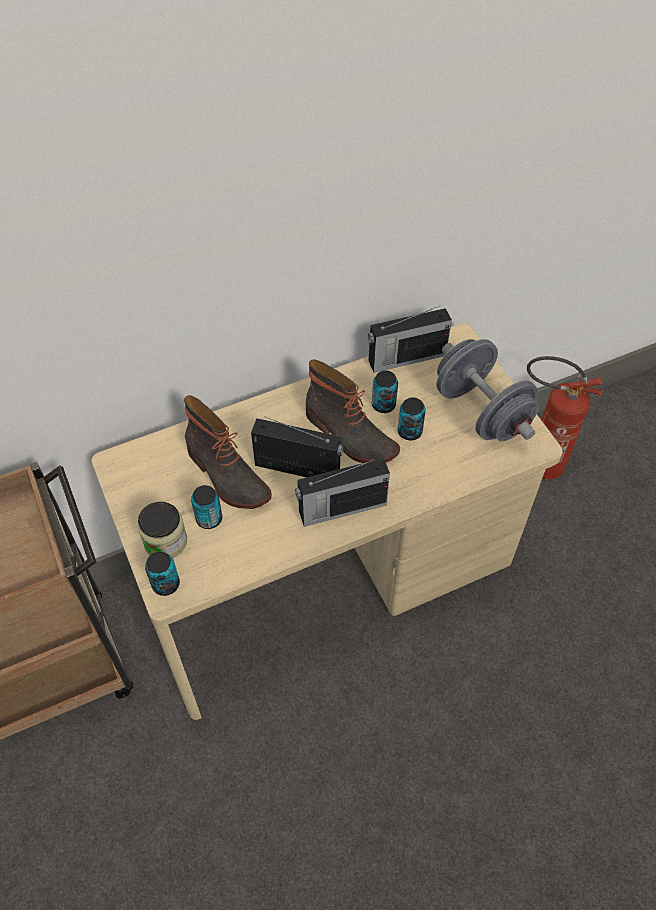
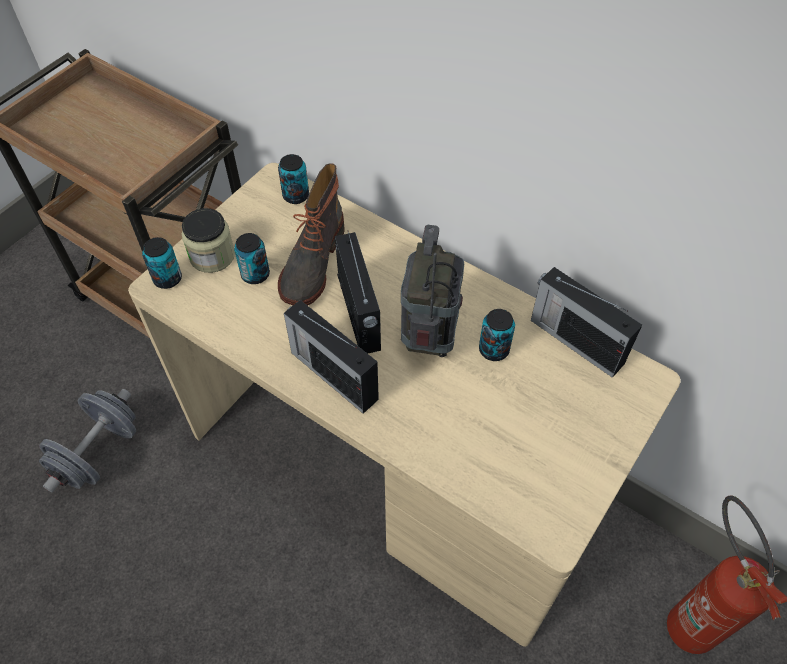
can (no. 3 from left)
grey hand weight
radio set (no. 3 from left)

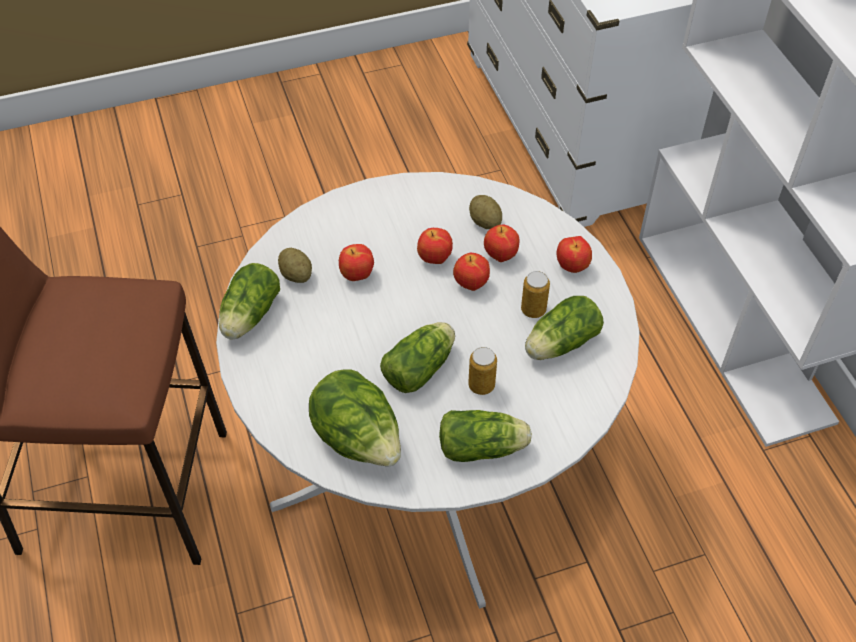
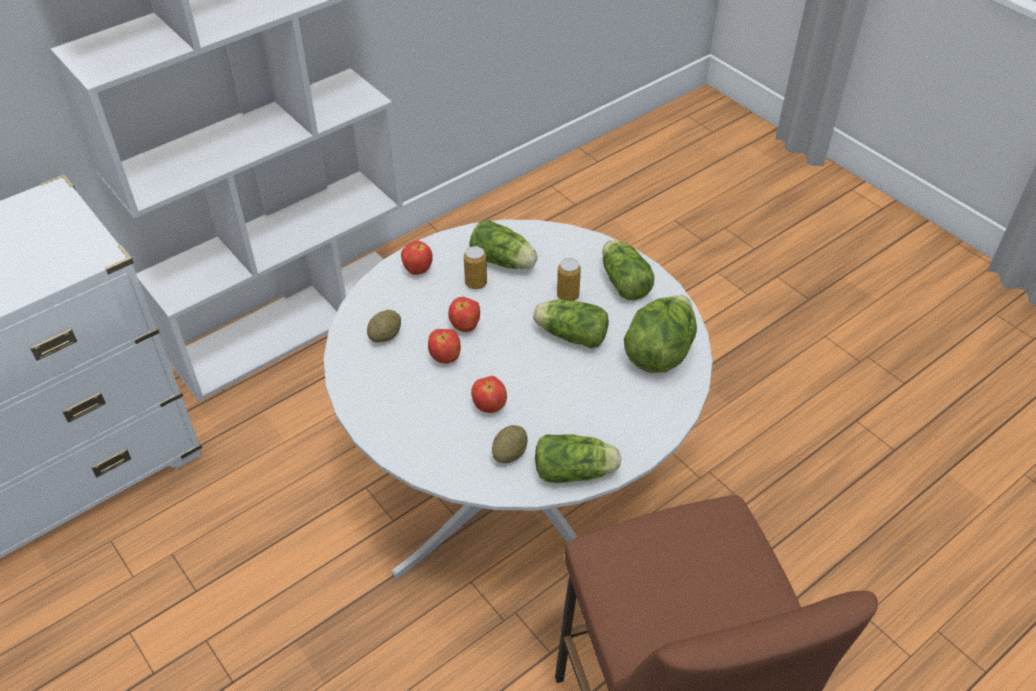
apple fruit (no. 4 from left in the first image)

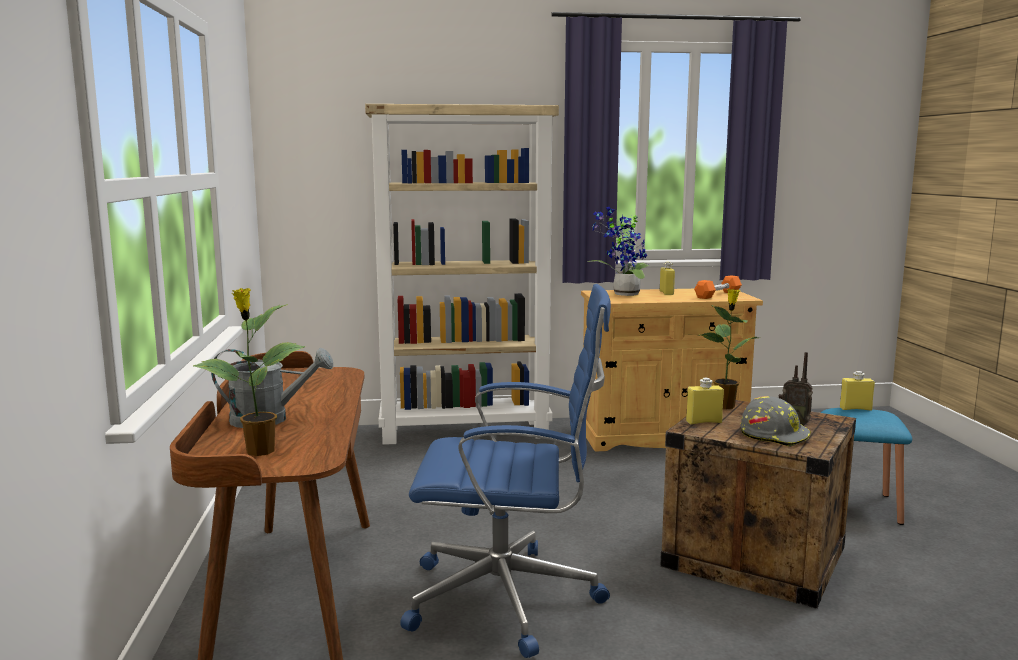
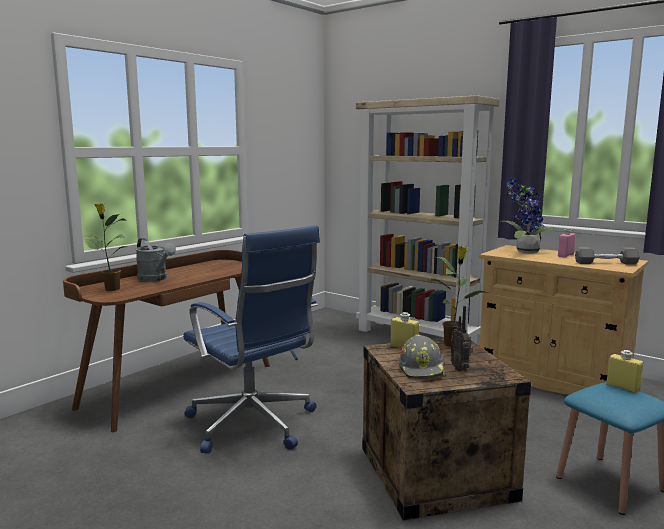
pink drink bottle
grey hand weight

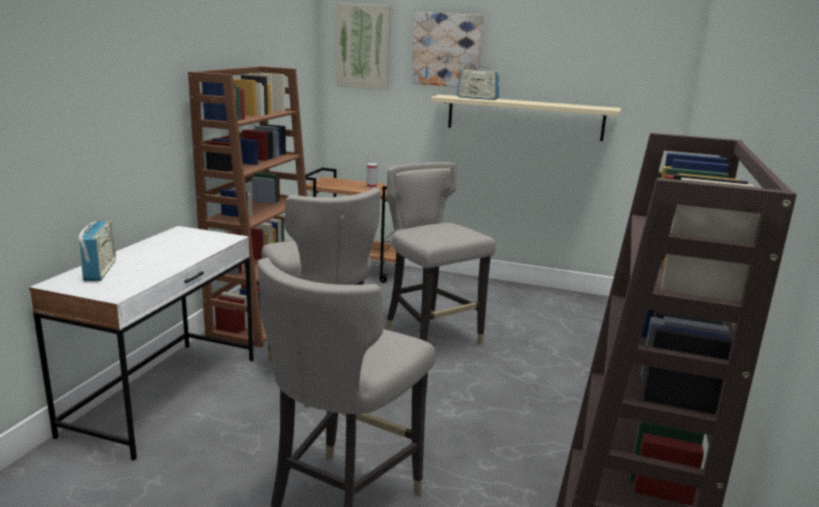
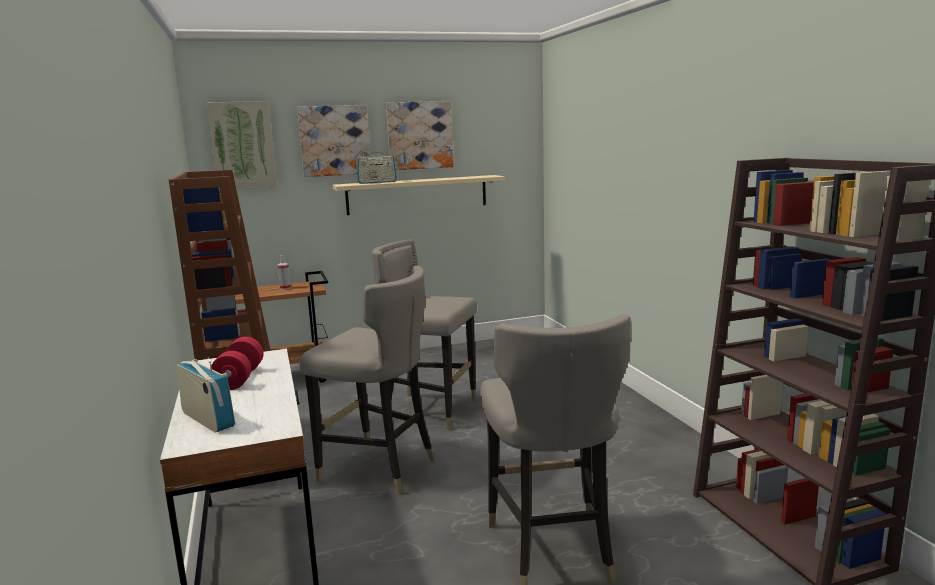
red hand weight
wall picture (no. 3 from left)

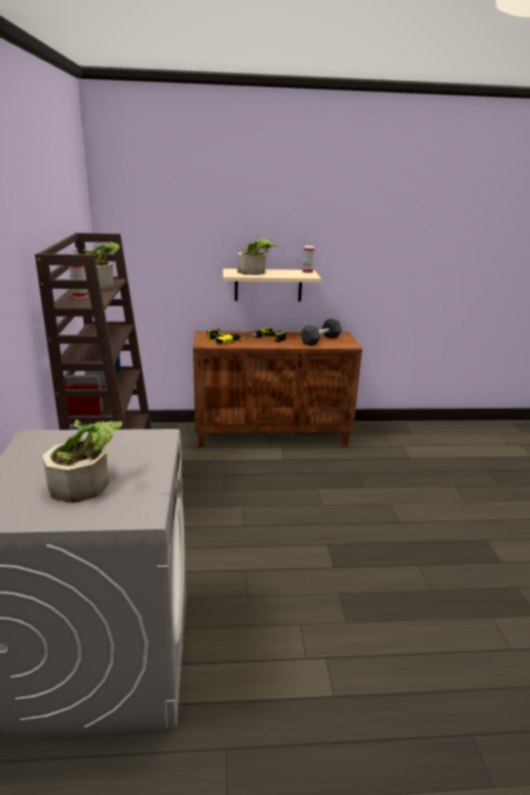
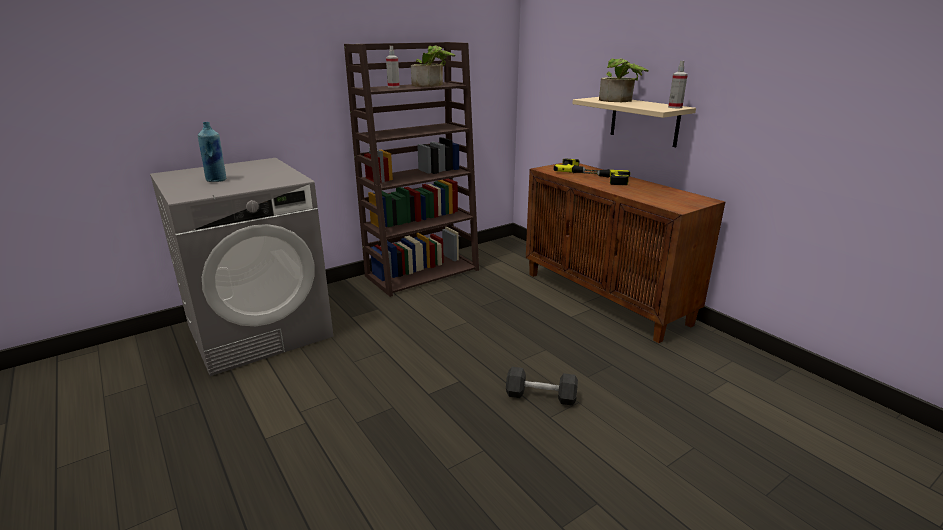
black-coloured hand weight
blue drink bottle

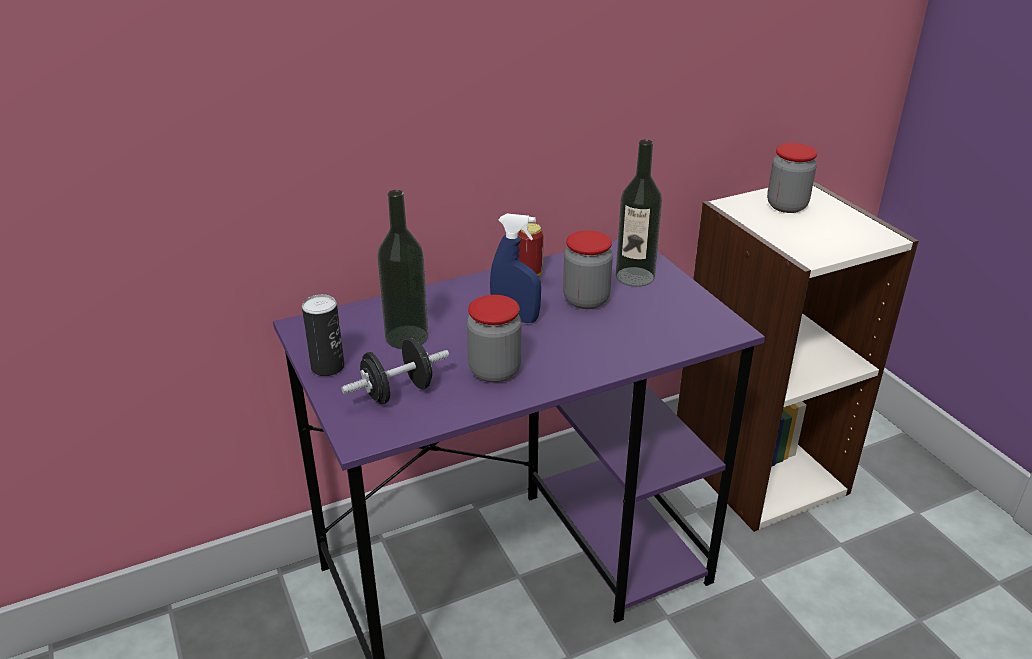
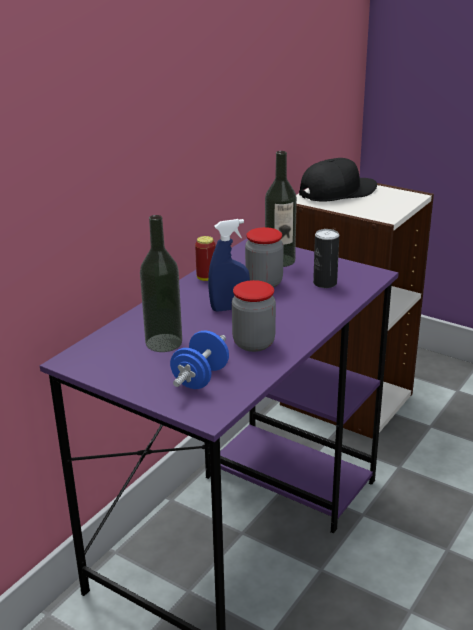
can (no. 2 from left)
black-coloured peaked cap
blue hand weight

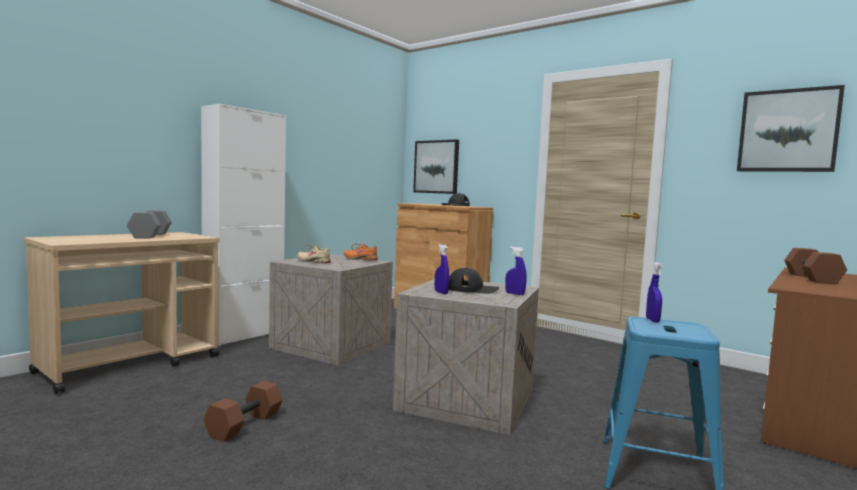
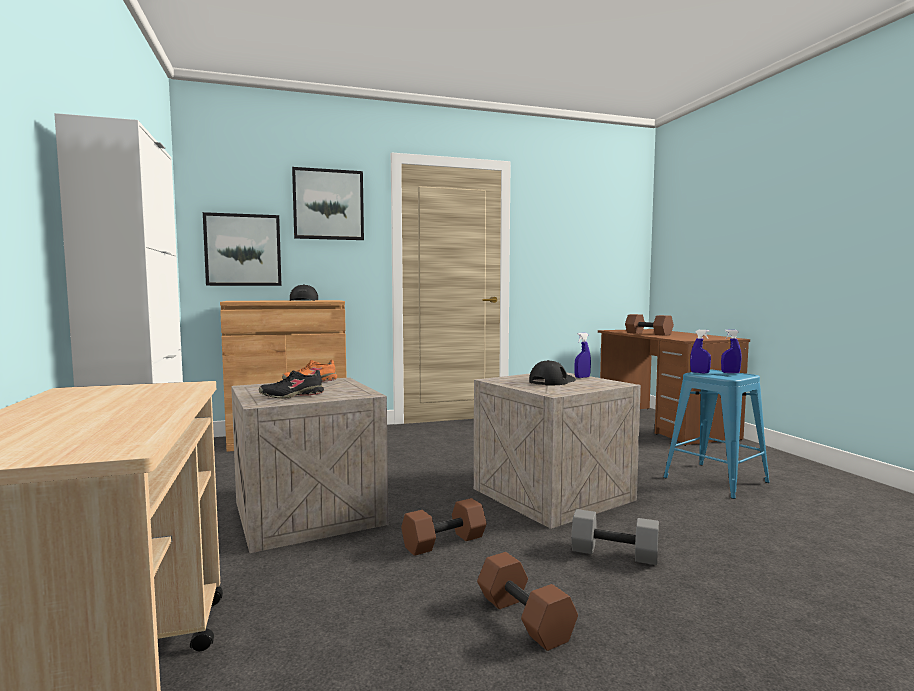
brown-coloured hand weight (no. 1 from left)
grey hand weight
blue spray bottle (no. 3 from left)
wall picture (no. 2 from left)
black-coloured item of footwear

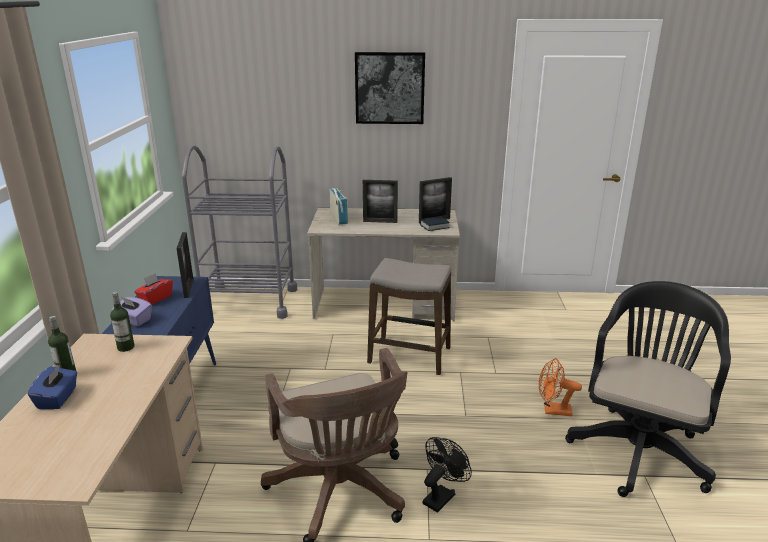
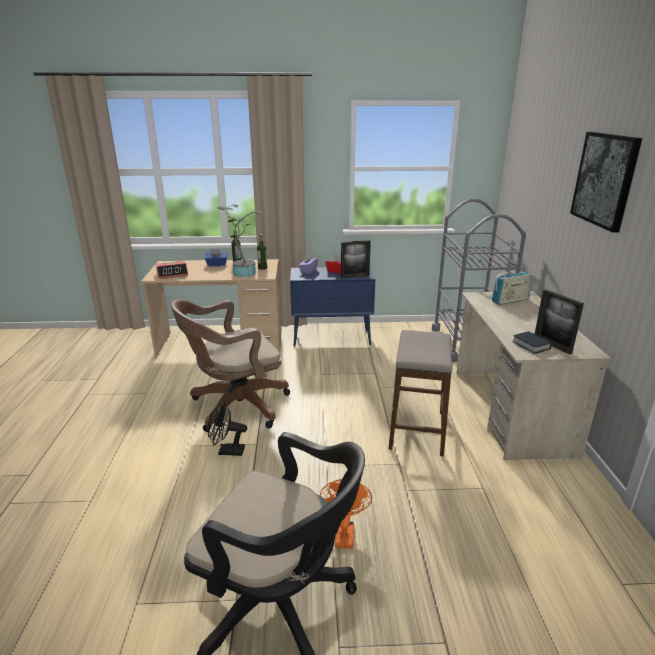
standing frame (no. 2 from left in the first image)
table clock
plant in a pot
black-coloured electric fan

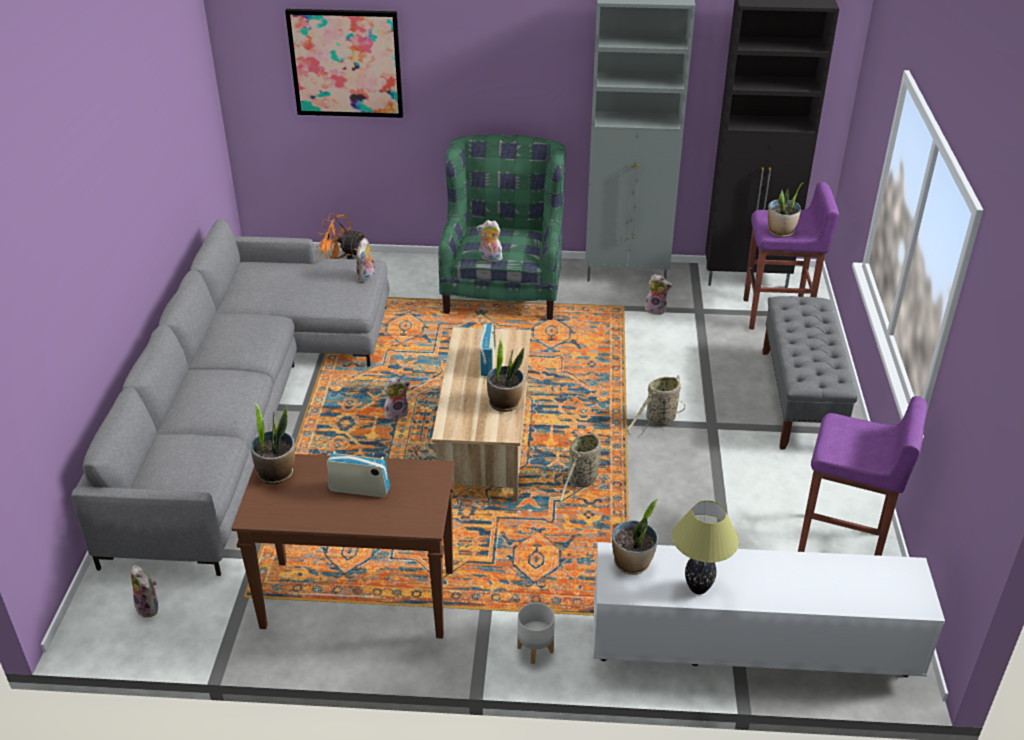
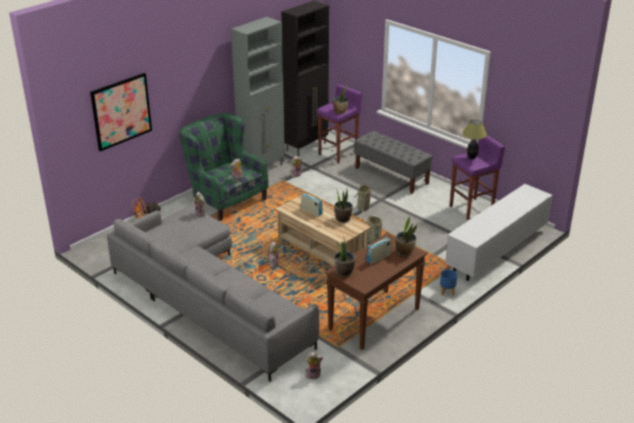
plant in a pot (no. 4 from left)
lamp for a table
blue plant pot

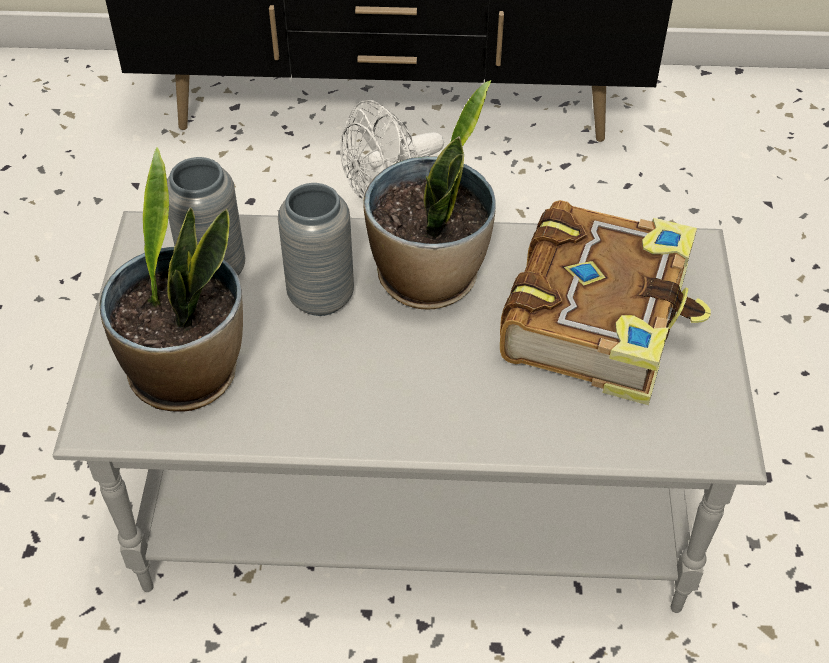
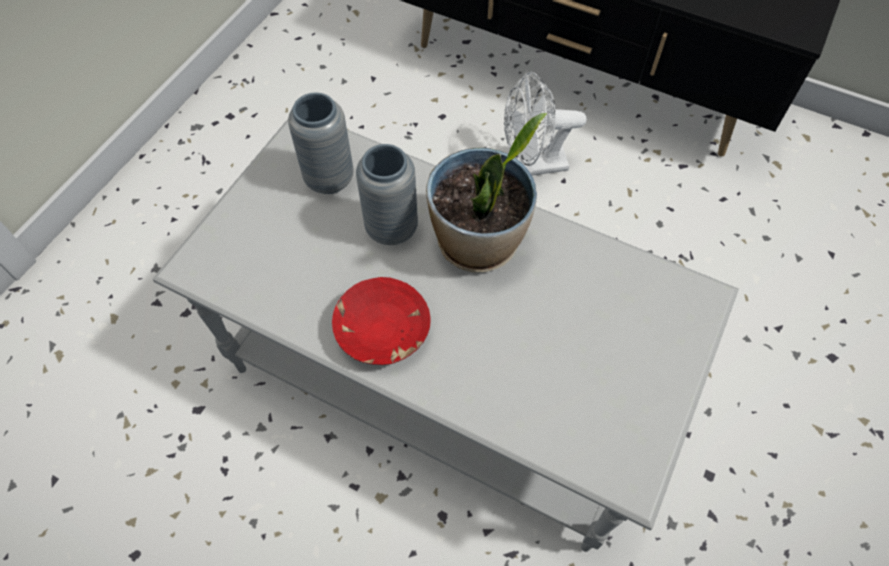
plant in a pot (no. 1 from left in the first image)
book
red bowl

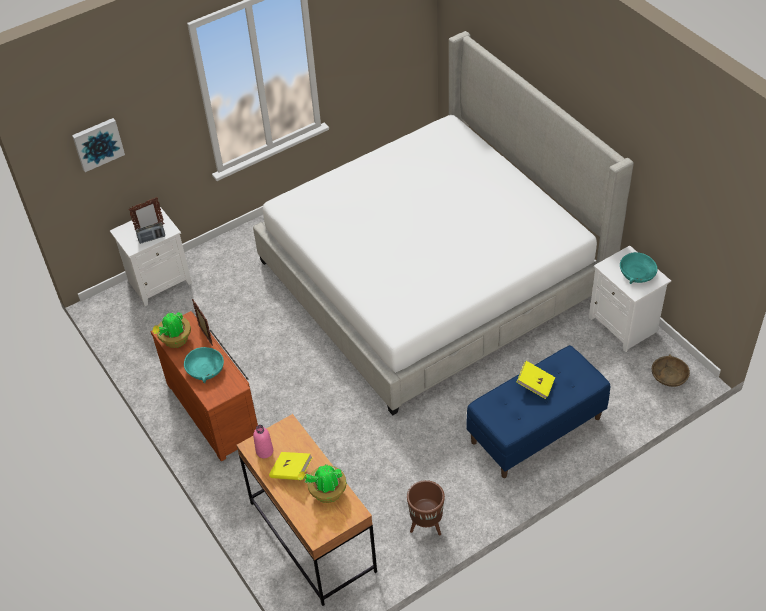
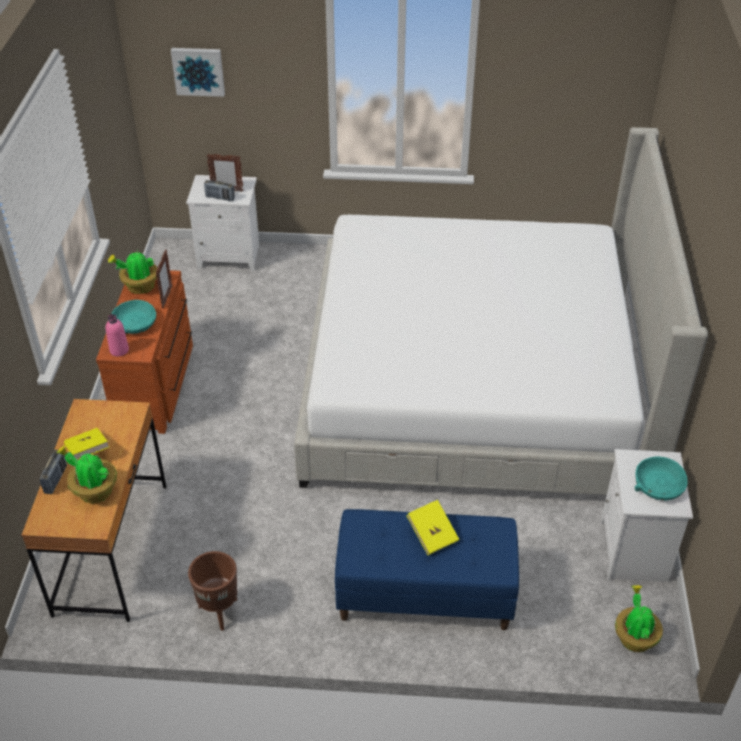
radio set (no. 1 from left)
pink drink bottle
plant in a pot (no. 3 from left)

